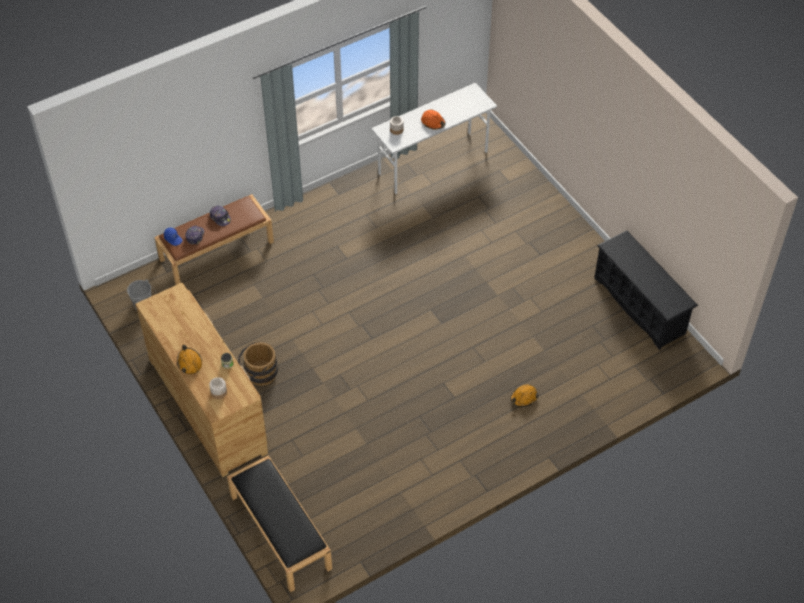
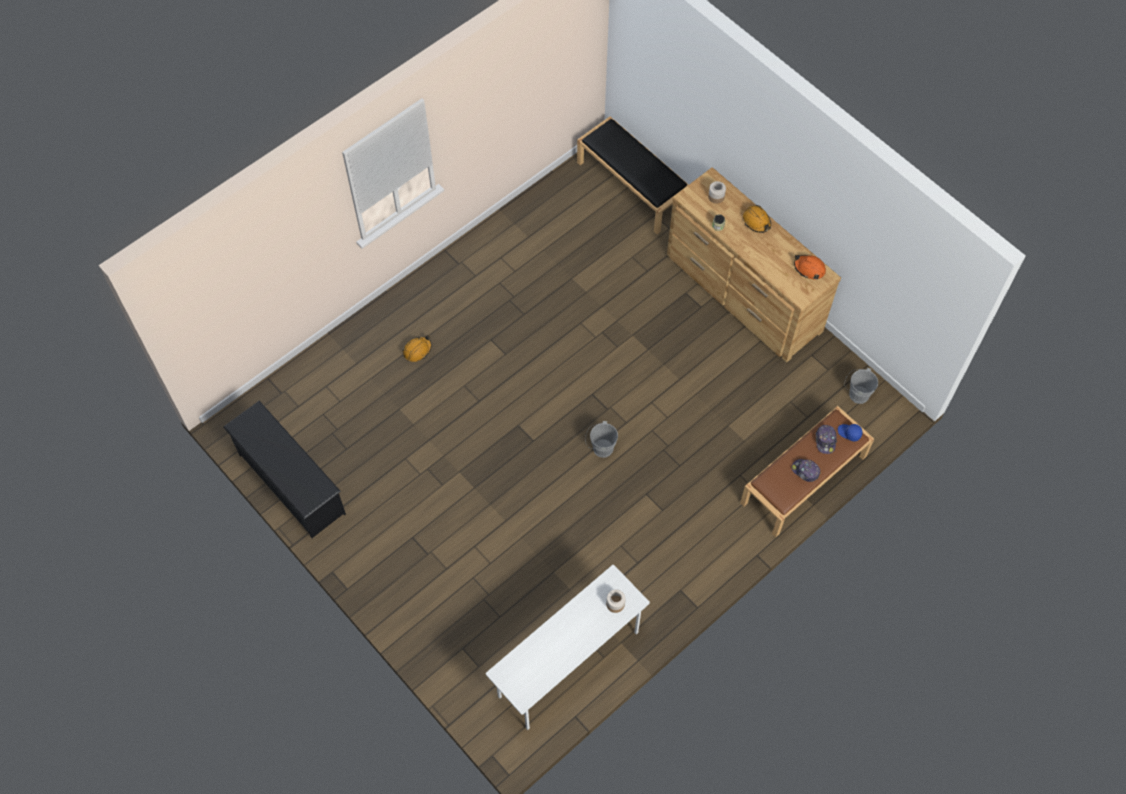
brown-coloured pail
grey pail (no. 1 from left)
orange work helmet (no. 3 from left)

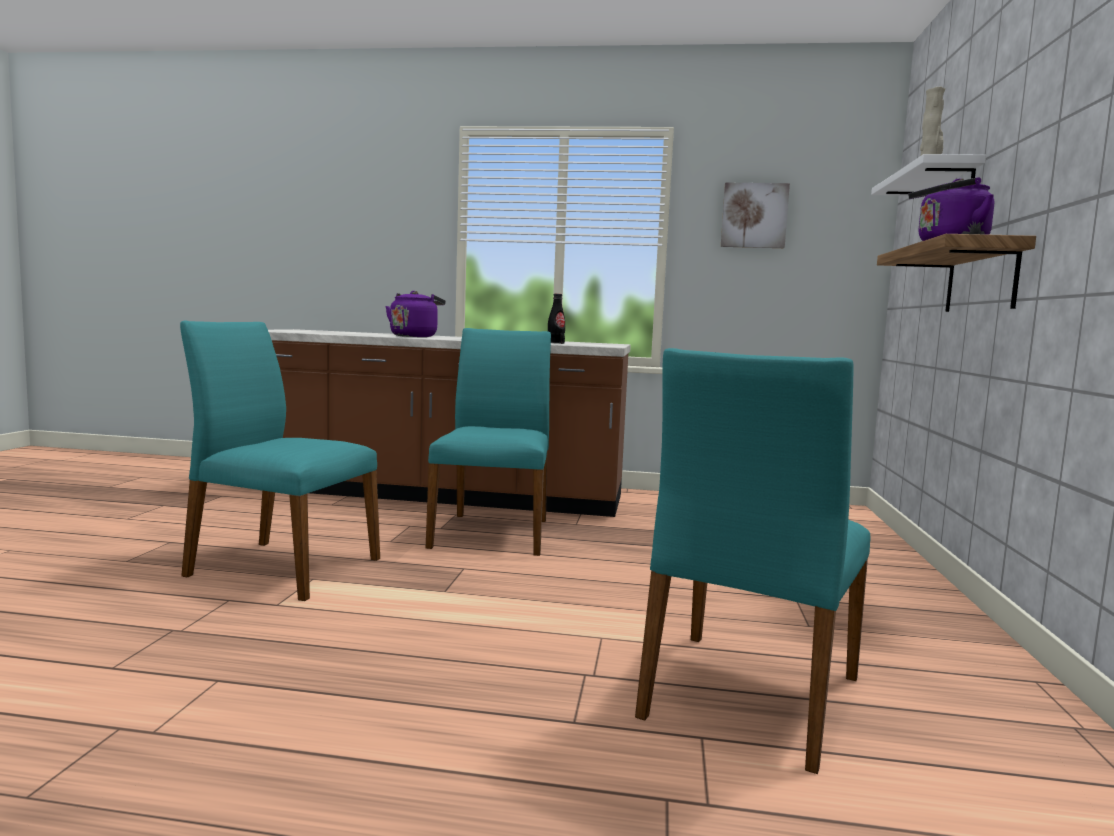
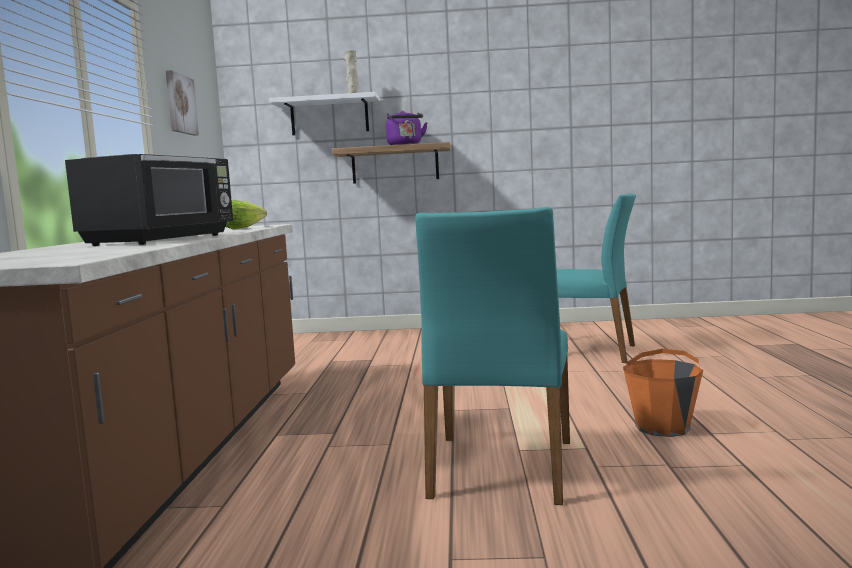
turquoise-coloured chair (no. 2 from left in the first image)
orange pail
black-coloured microwave oven
lettuce

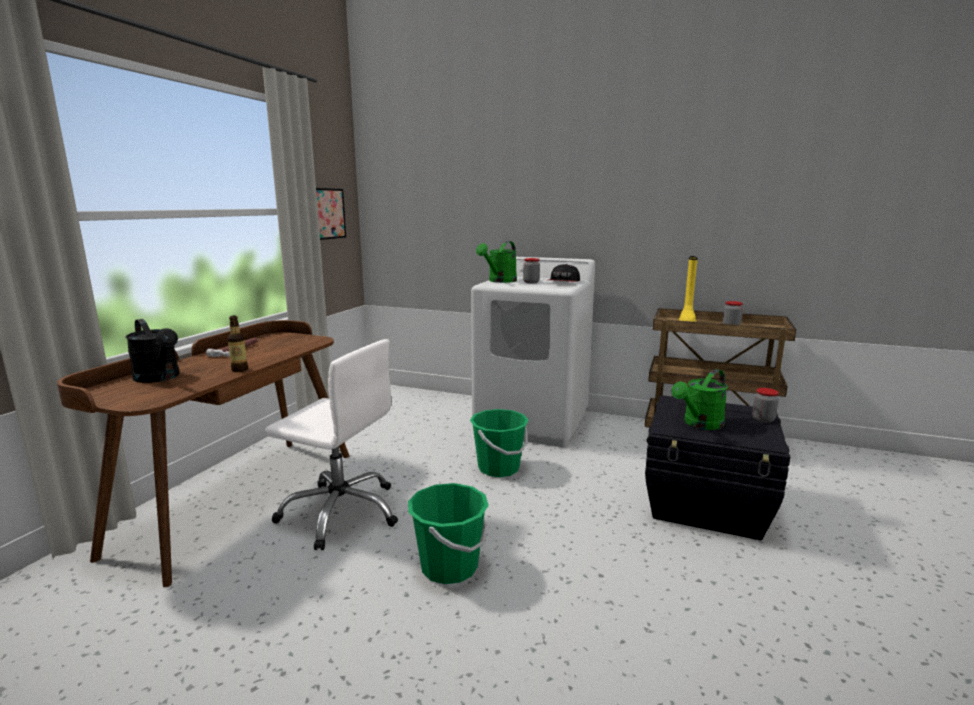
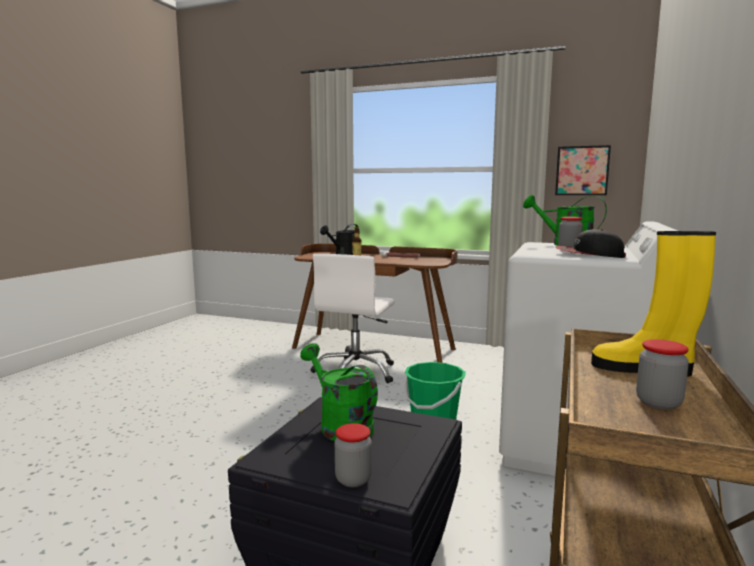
greenish pail (no. 1 from left in the first image)

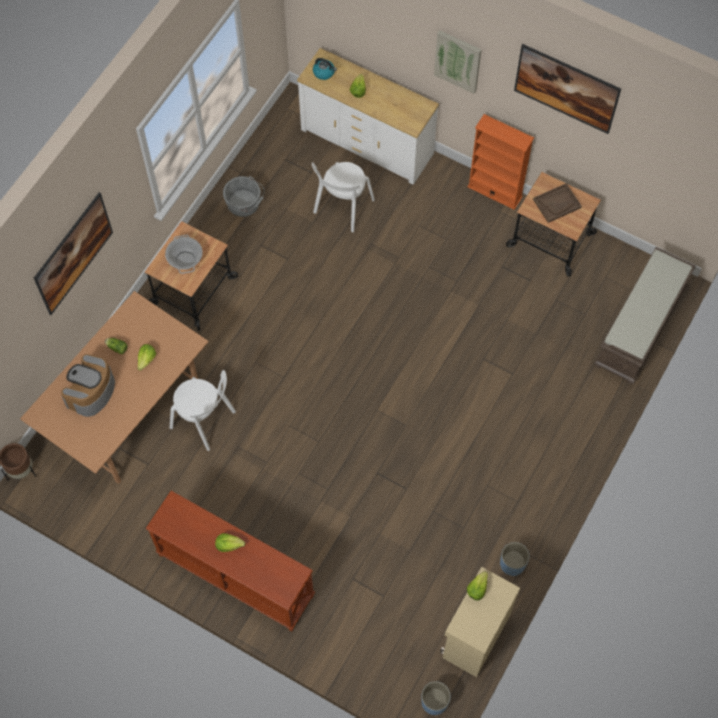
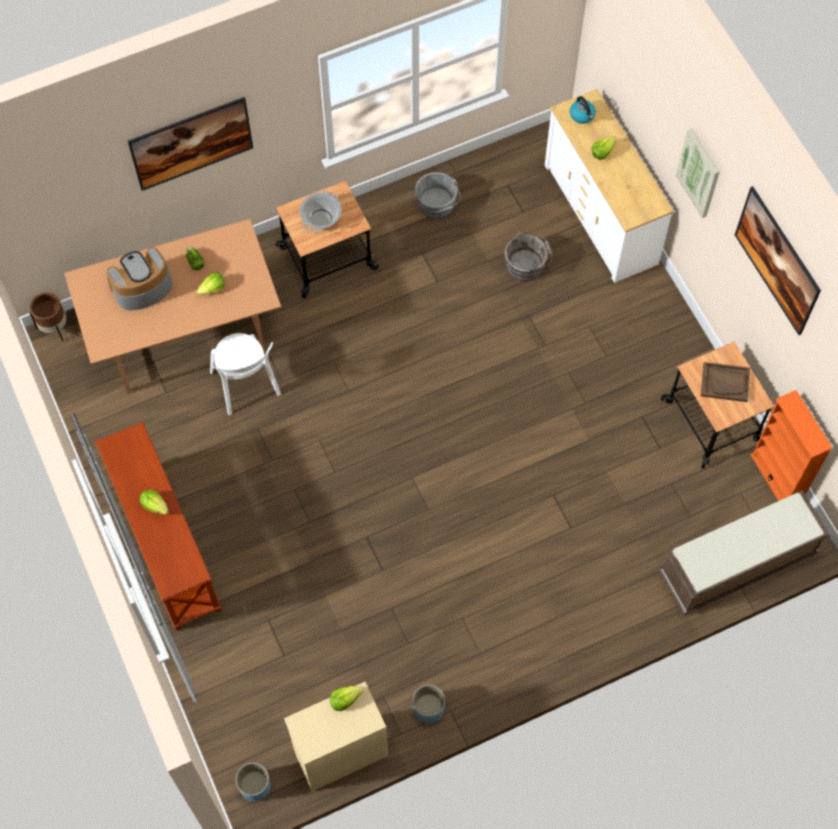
orange bookshelf
grey pail (no. 2 from left)

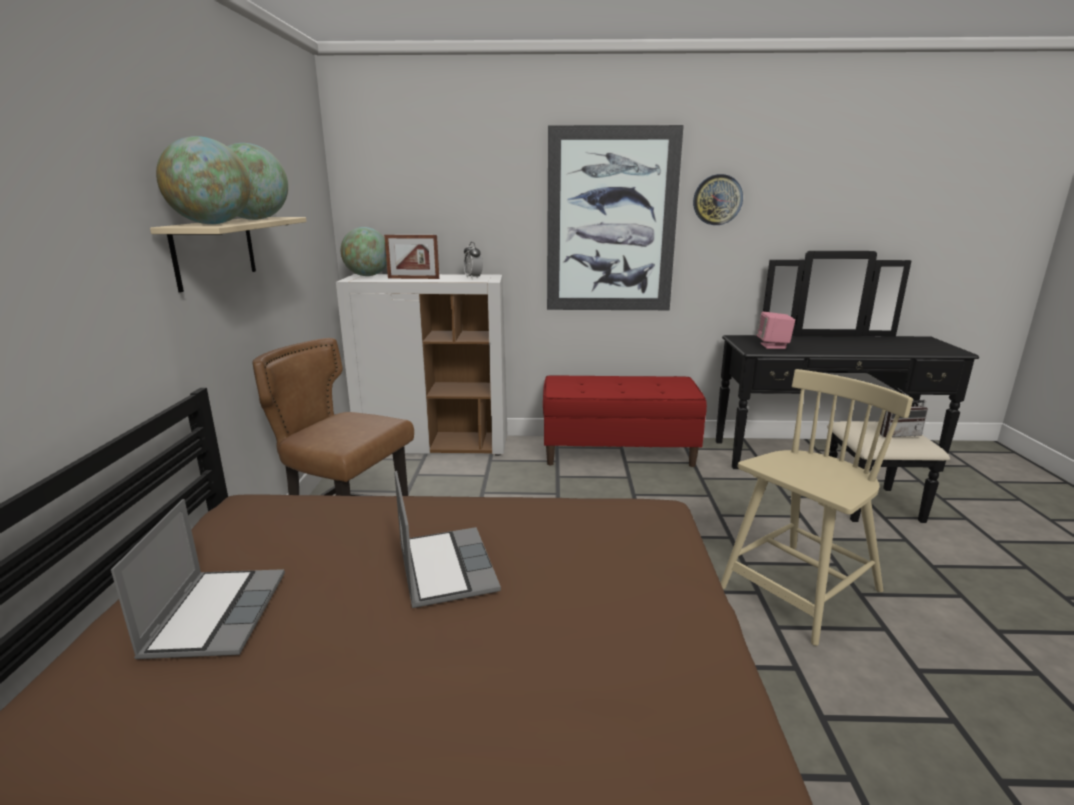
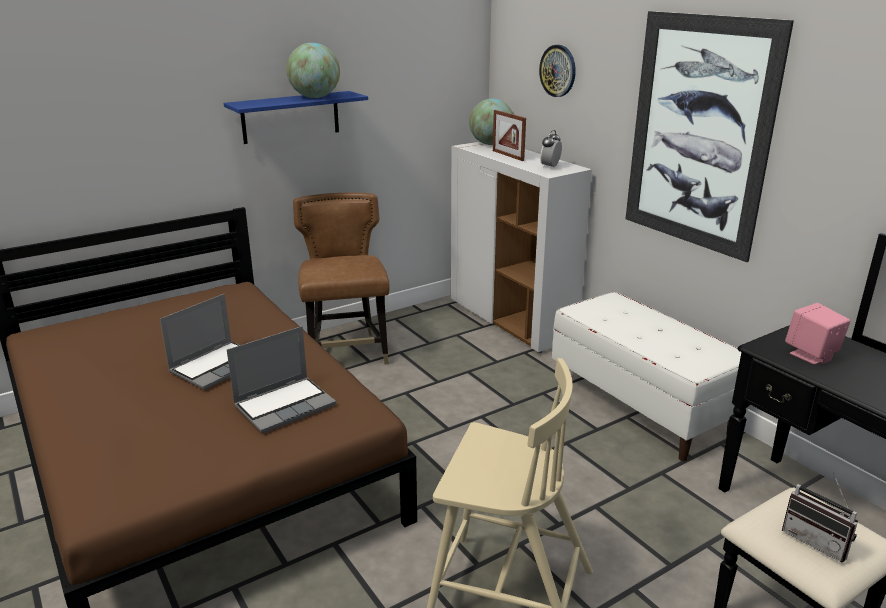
world globe (no. 1 from left in the first image)
notebook computer (no. 2 from left)
hanging clock
blue wall shelf
whitish indoor bench

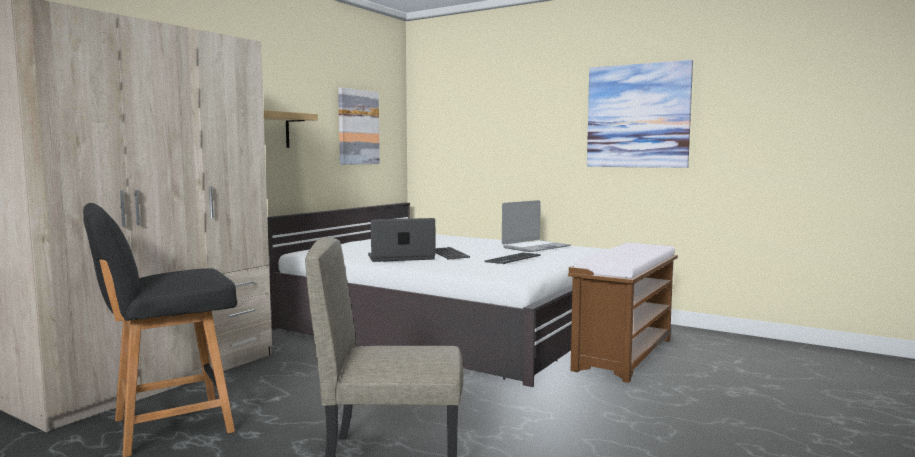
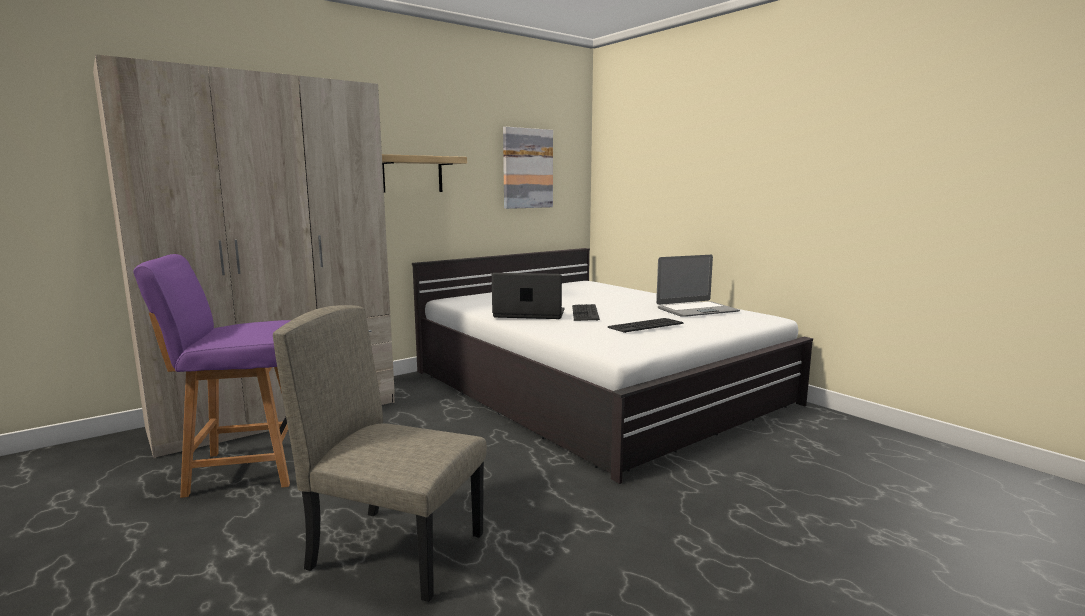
brown-coloured indoor bench
wall picture (no. 2 from left in the first image)
purplish chair

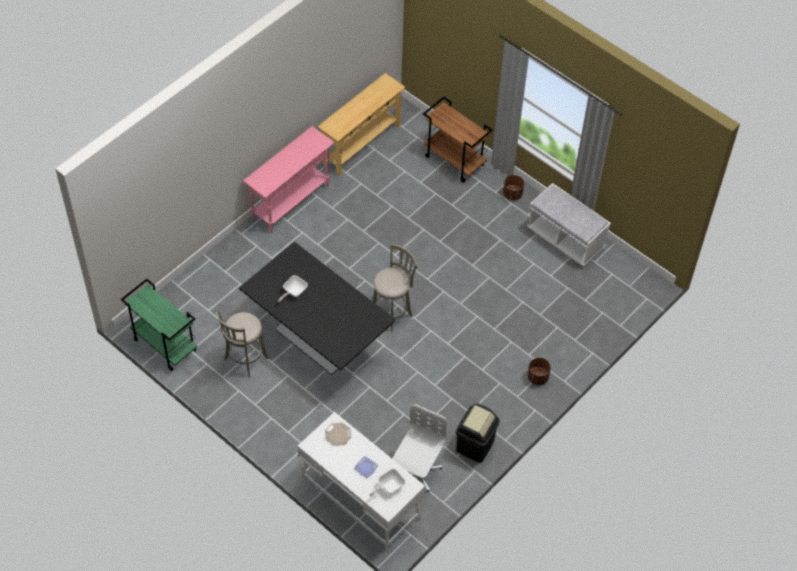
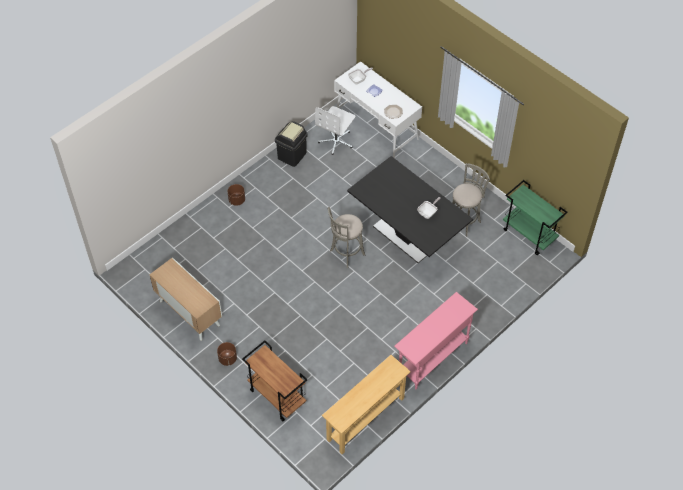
cabinet

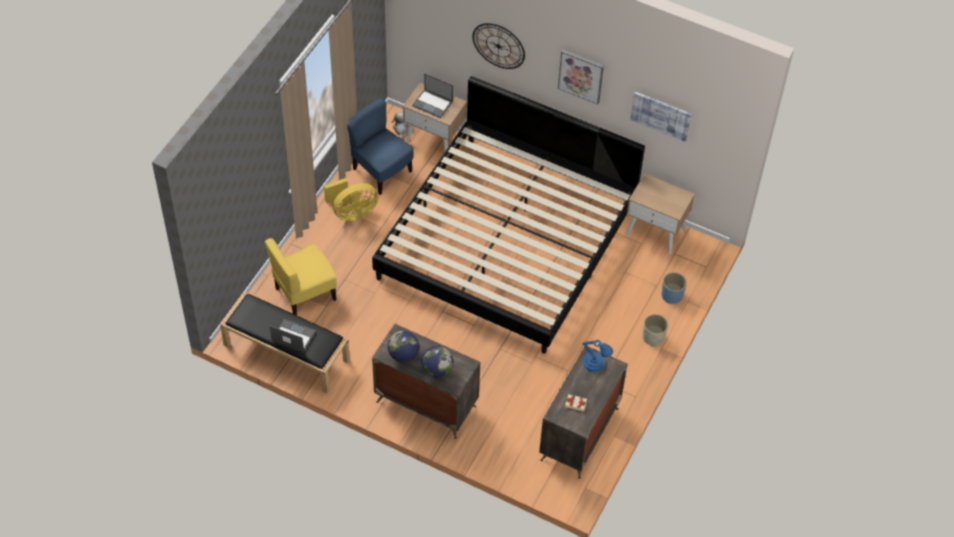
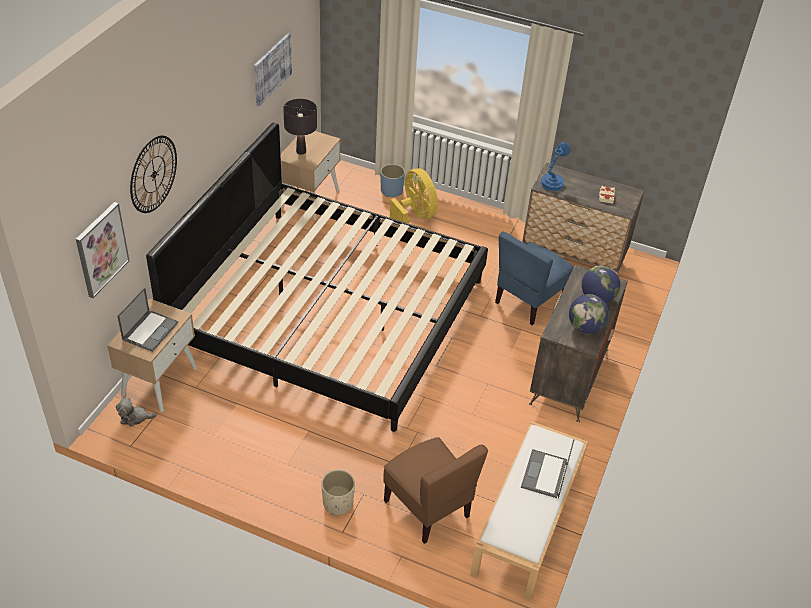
black-coloured lamp for a table
yellowish electric fan
blue chair
wall picture (no. 1 from left)
sand-coloured plant pot
whitish indoor bench
brown-coloured chair

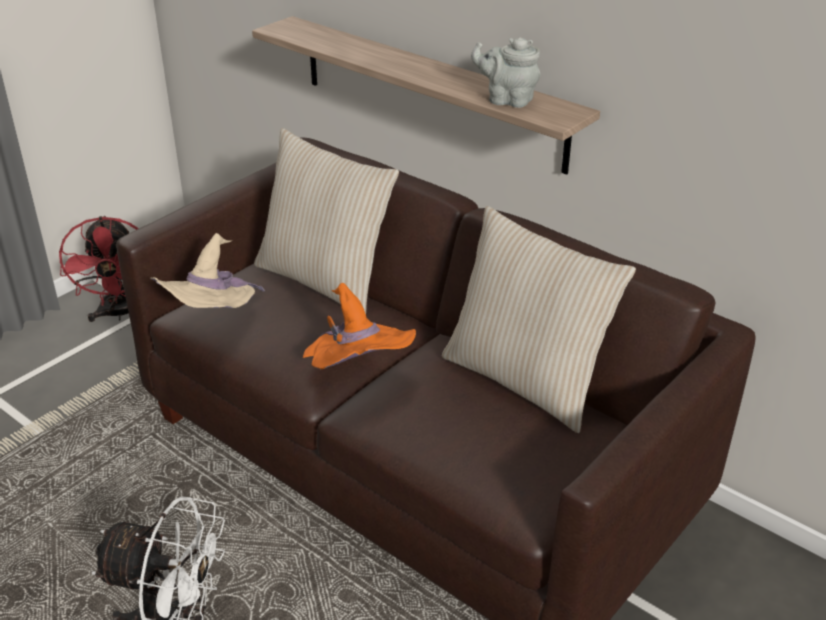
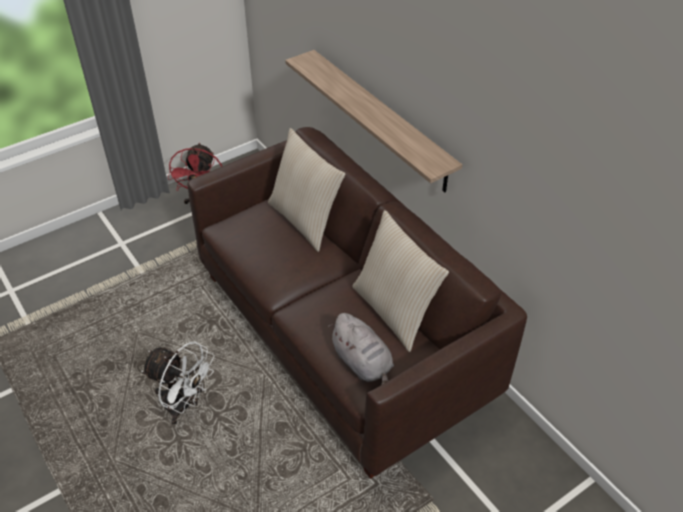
sand-coloured wearable hat
orange wearable hat
grey teapot
grey soft toy

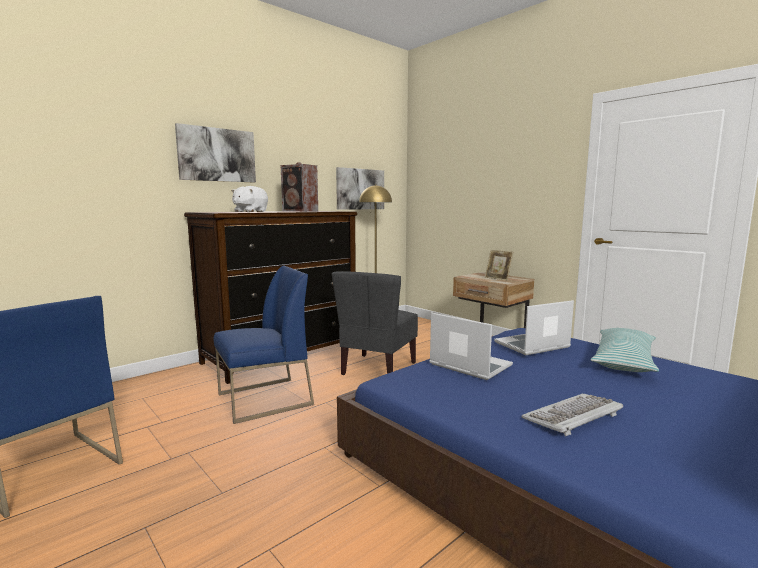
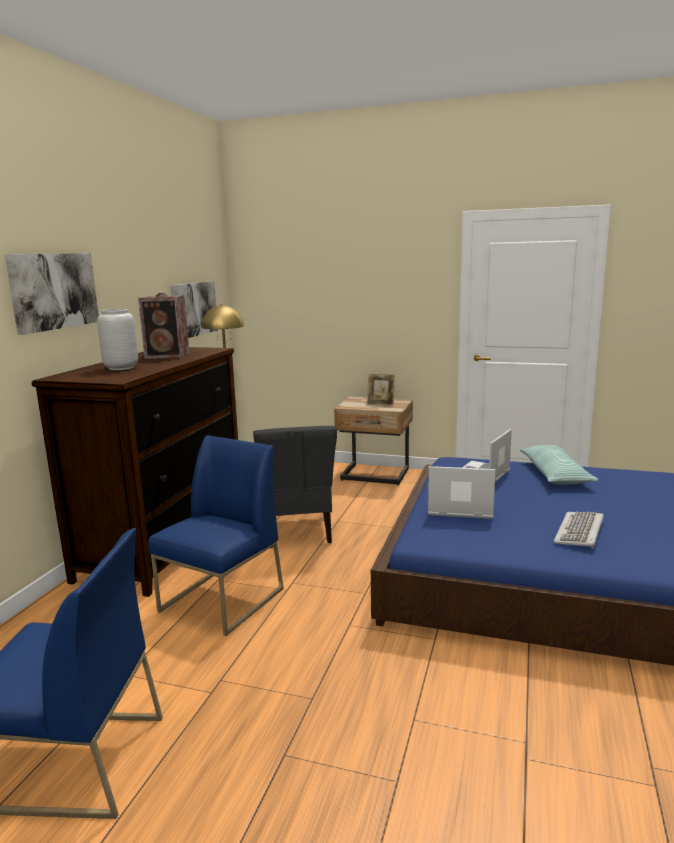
grey flower vase

